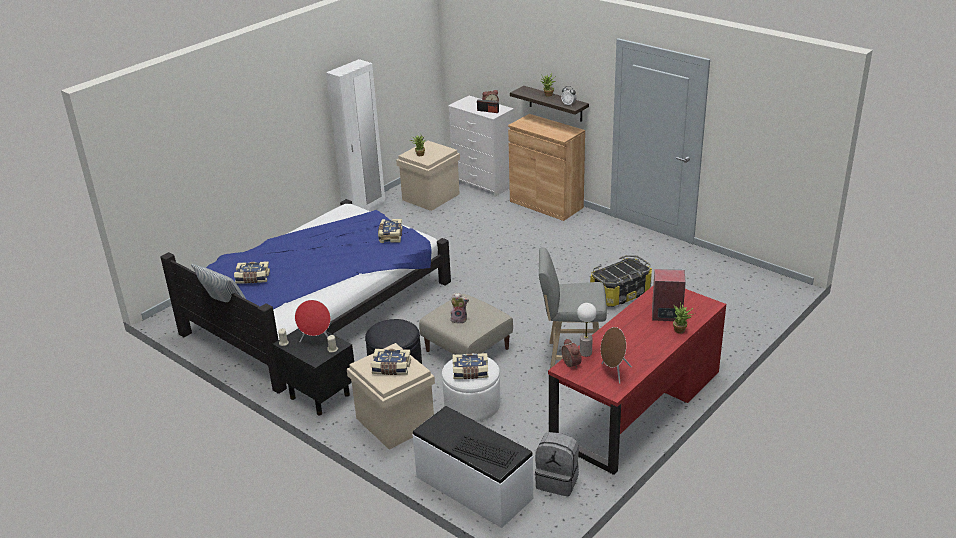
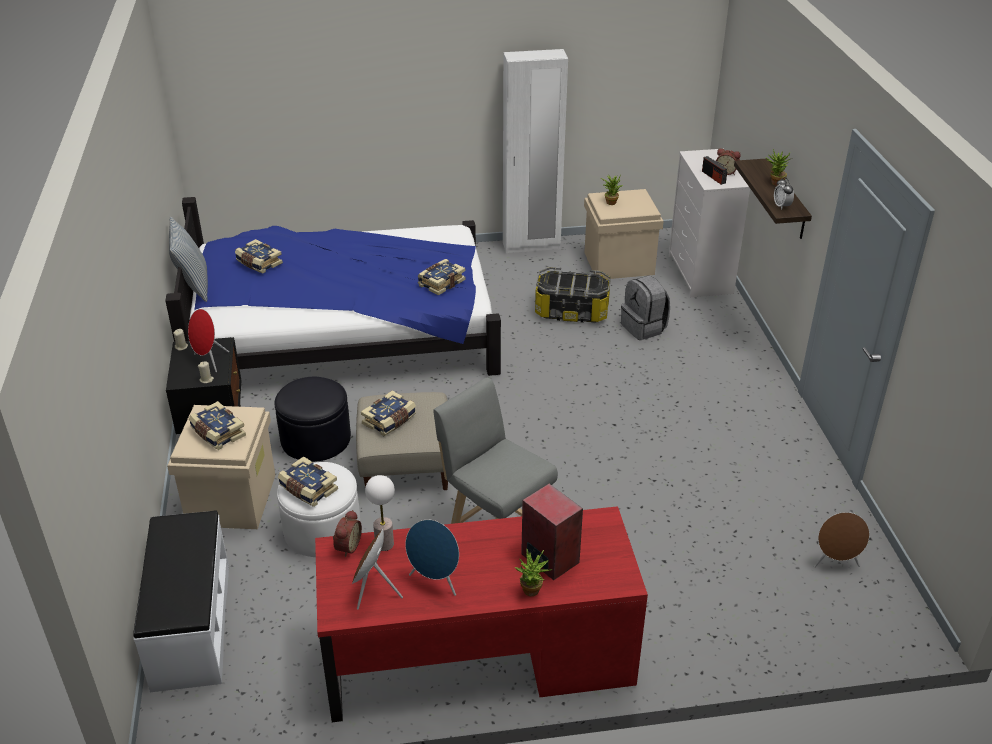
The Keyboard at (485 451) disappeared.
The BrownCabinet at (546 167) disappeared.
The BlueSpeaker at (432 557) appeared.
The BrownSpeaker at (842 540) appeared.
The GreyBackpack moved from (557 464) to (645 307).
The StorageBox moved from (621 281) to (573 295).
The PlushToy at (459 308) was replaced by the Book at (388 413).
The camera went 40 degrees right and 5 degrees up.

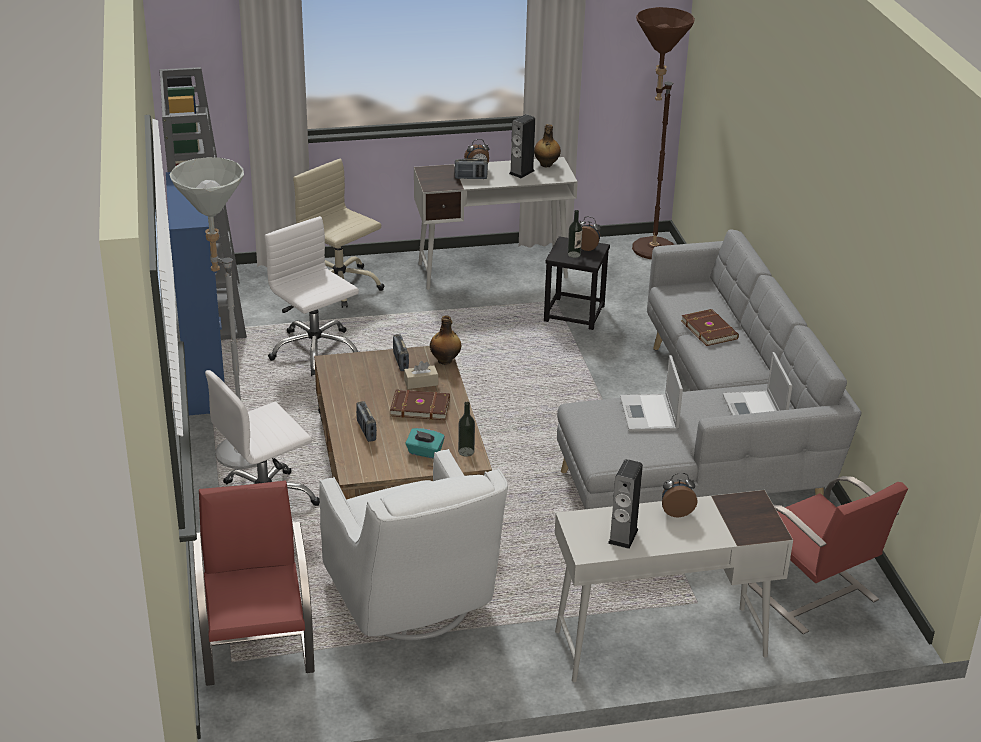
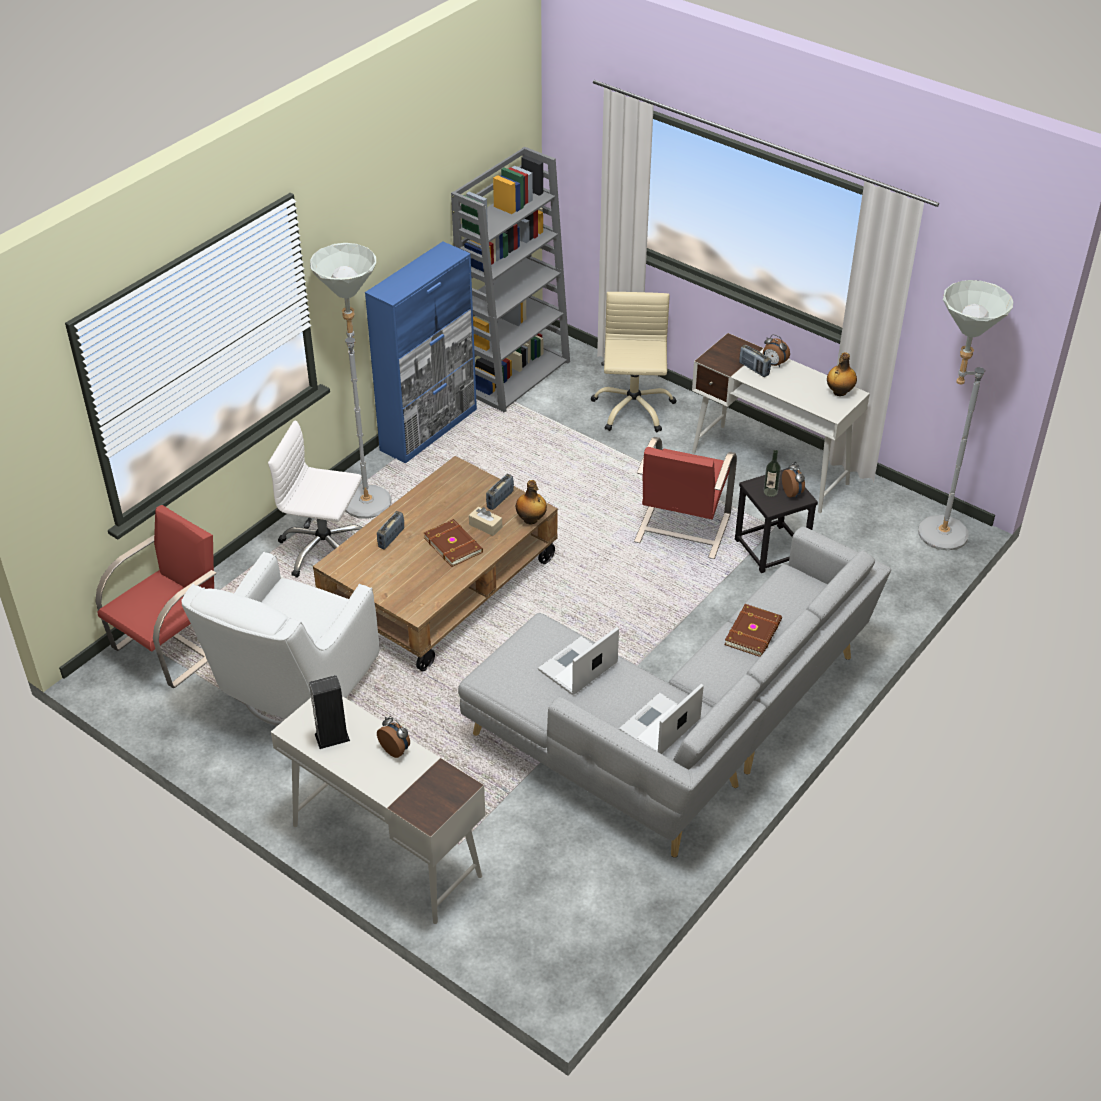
The WhiteOfficeChair at (312 296) disappeared.
The TurquoiseTissueBox at (425 443) disappeared.
The Bottle at (466 429) disappeared.
The Speaker at (522 146) disappeared.
The RedChair moved from (828 555) to (685 498).
The BrownFloorLamp at (663 133) became the GreyFloorLamp at (965 415).
The camera went 50 degrees right and 10 degrees up.

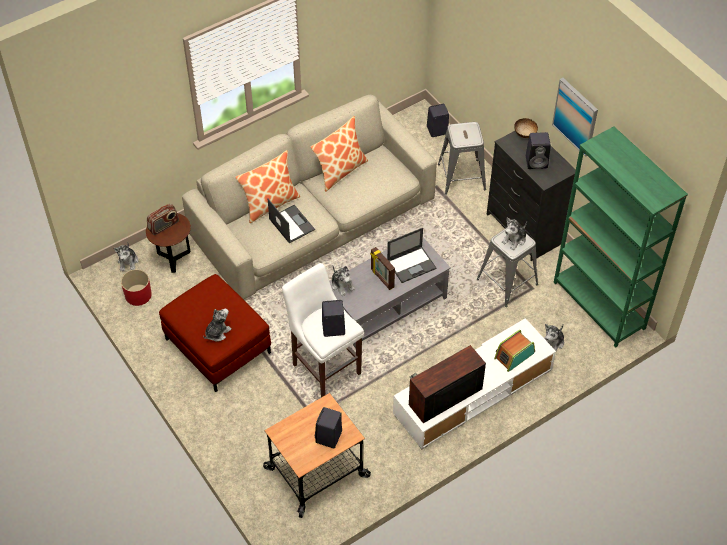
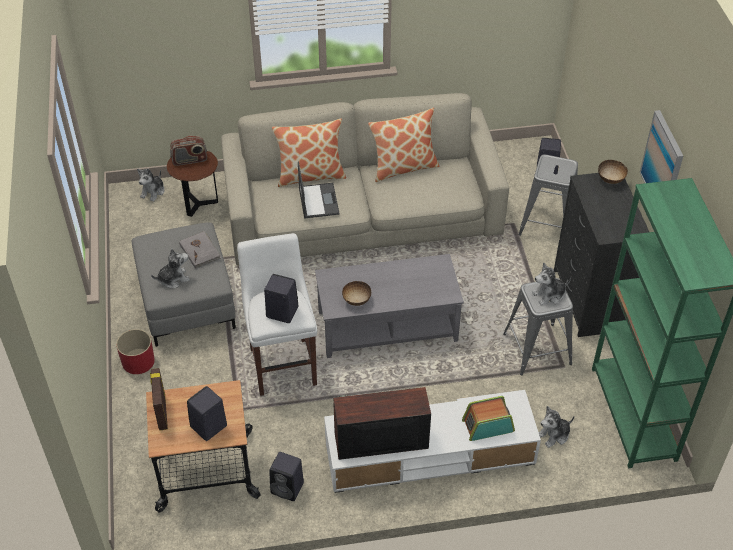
The PlushToy at (343 281) disappeared.
The Laptop at (411 255) disappeared.
The GreyBook at (200 250) appeared.
The Bowl at (356 293) appeared.
The RedPlanter moved from (136 287) to (135 351).
The PictureFrame moved from (382 268) to (159 399).
The BlackSpeaker moved from (538 150) to (287 476).
The RedOttoman at (215 333) became the GreyOttoman at (184 284).
The camera went 25 degrees right and 5 degrees down.

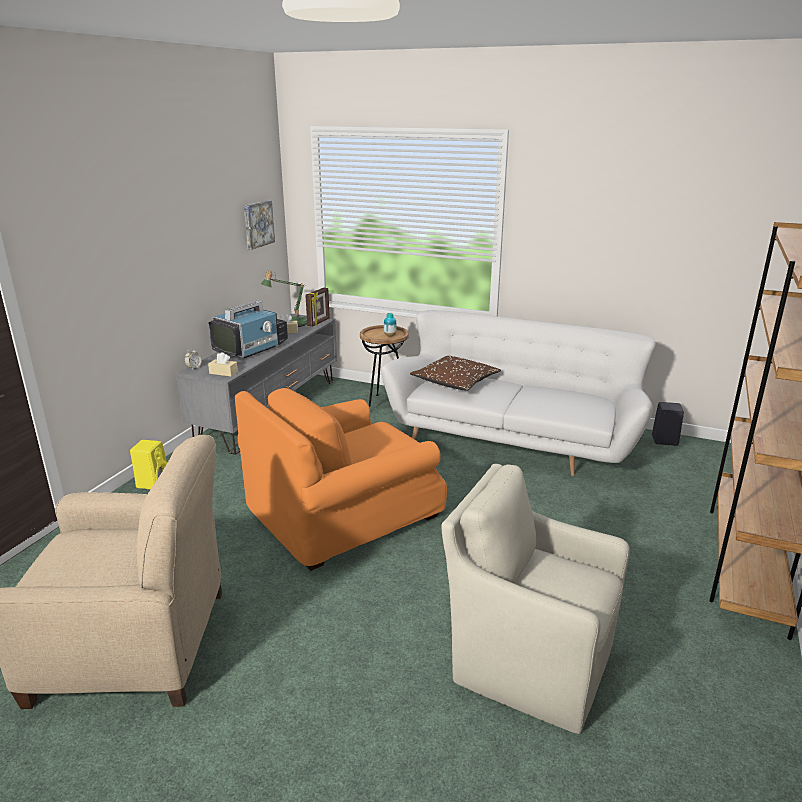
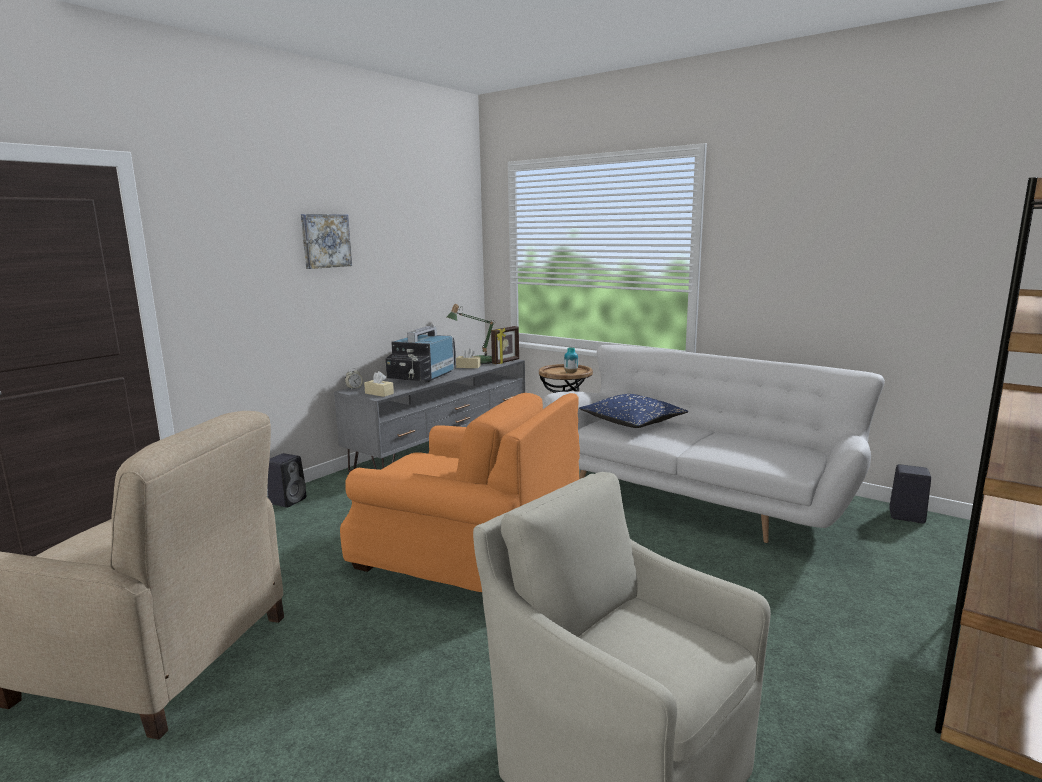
The Picture moved from (259 225) to (326 241).
The YellowSpeaker at (148 464) became the BlackSpeaker at (286 480).
The BrownPillow at (455 373) became the BluePillow at (633 411).
The Television at (248 329) turned 150 degrees clockwise.
The OrangeArmchair at (341 479) turned 135 degrees counterclockwise.
The camera went 15 degrees right and 10 degrees down.

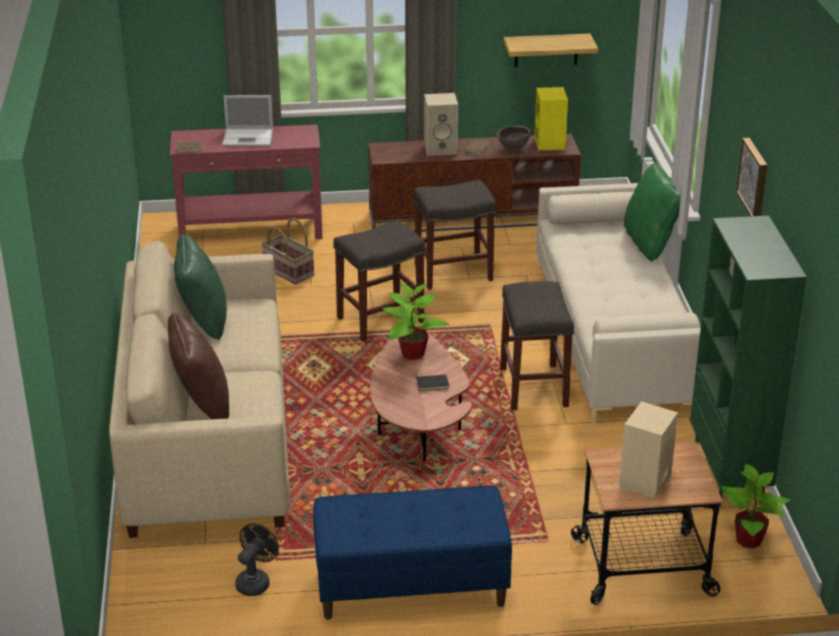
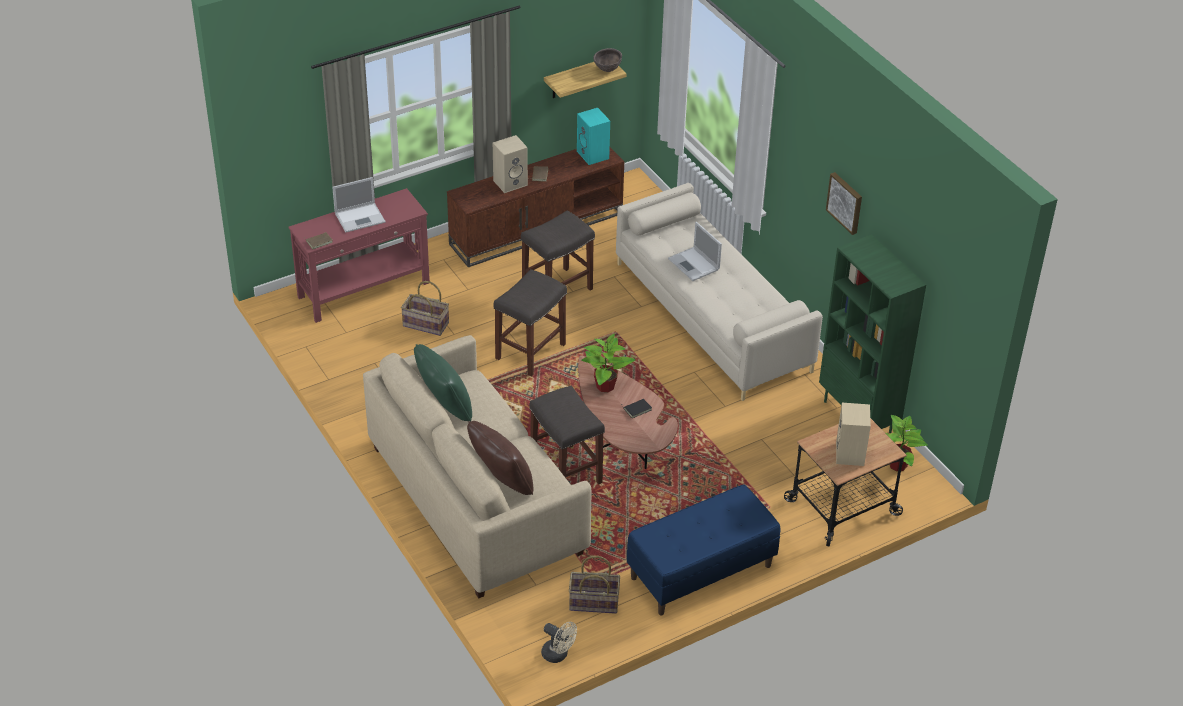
The GreenPillow at (652 211) disappeared.
The BeigeFan at (559 642) appeared.
The Laptop at (695 251) appeared.
The BrownBowl moved from (513 138) to (607 60).
The GreyStool moved from (537 345) to (567 435).
The BlackFan at (257 559) was replaced by the Basket at (594 585).
The YellowSpeaker at (551 118) became the TurquoiseSpeaker at (593 136).
The camera went 25 degrees left and 10 degrees up.

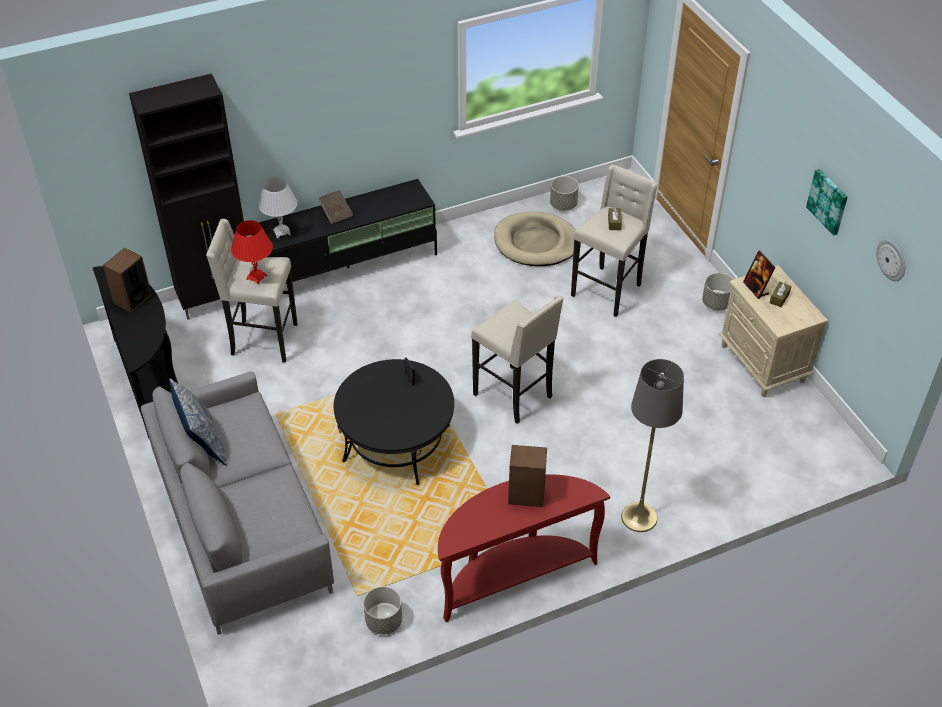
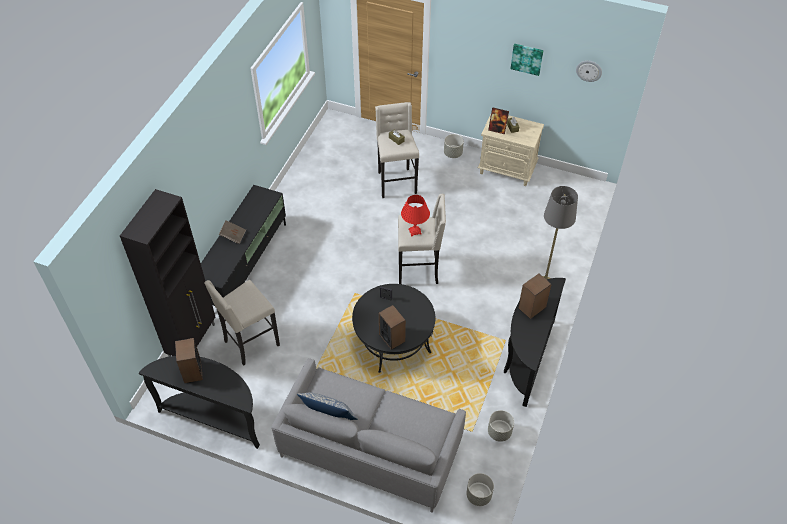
The WhiteTableLamp at (278 207) disappeared.
The BeigeDogBed at (535 239) disappeared.
The Speaker at (392 327) appeared.
The RedTableLamp moved from (252 252) to (415 216).
The GreyPlanter moved from (564 193) to (480 489).
The RedConsoleTable at (524 548) became the BlackConsoleTable at (535 342).
The camera went 45 degrees left and 5 degrees up.

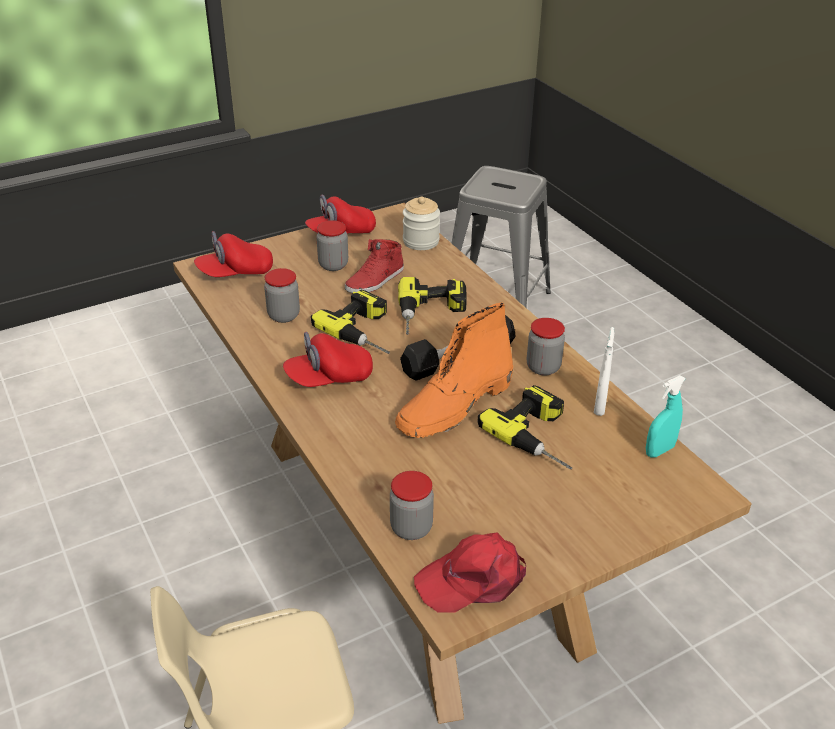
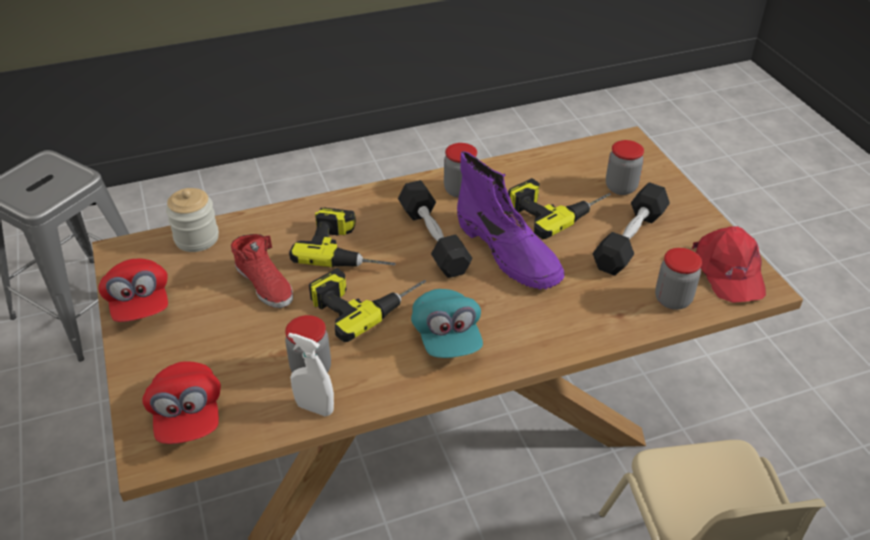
The TurquoiseSprayBottle at (666 416) disappeared.
The BlackDumbbell at (631 229) appeared.
The Jar moved from (332 245) to (625 167).
The WhiteSprayBottle moved from (604 371) to (311 374).
The RedCap at (328 359) became the TurquoiseCap at (447 323).
The OrangeBoot at (454 370) became the PurpleBoot at (511 220).
The camera went 80 degrees left and 5 degrees up.

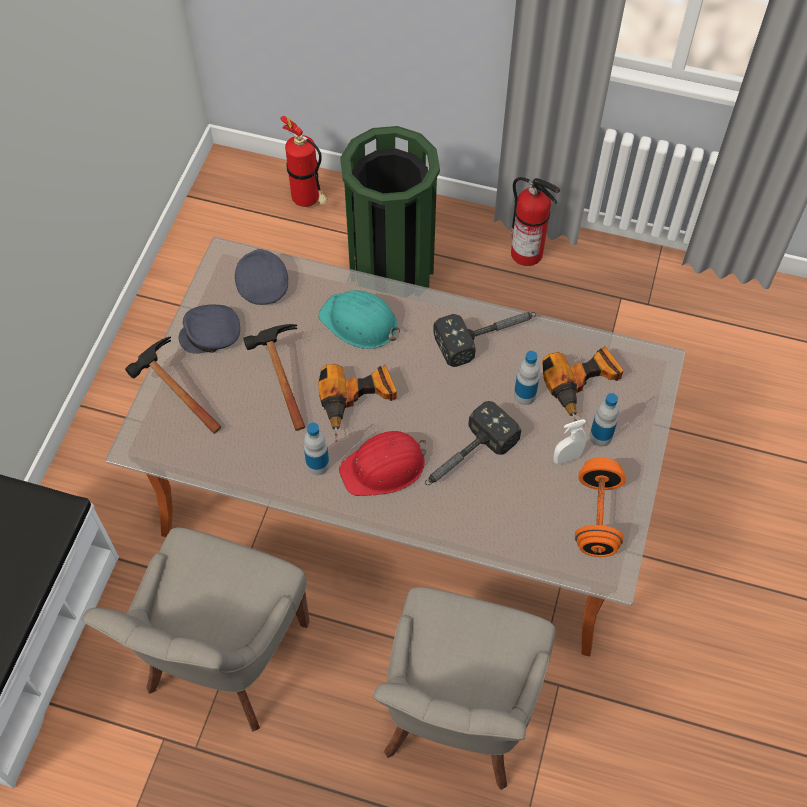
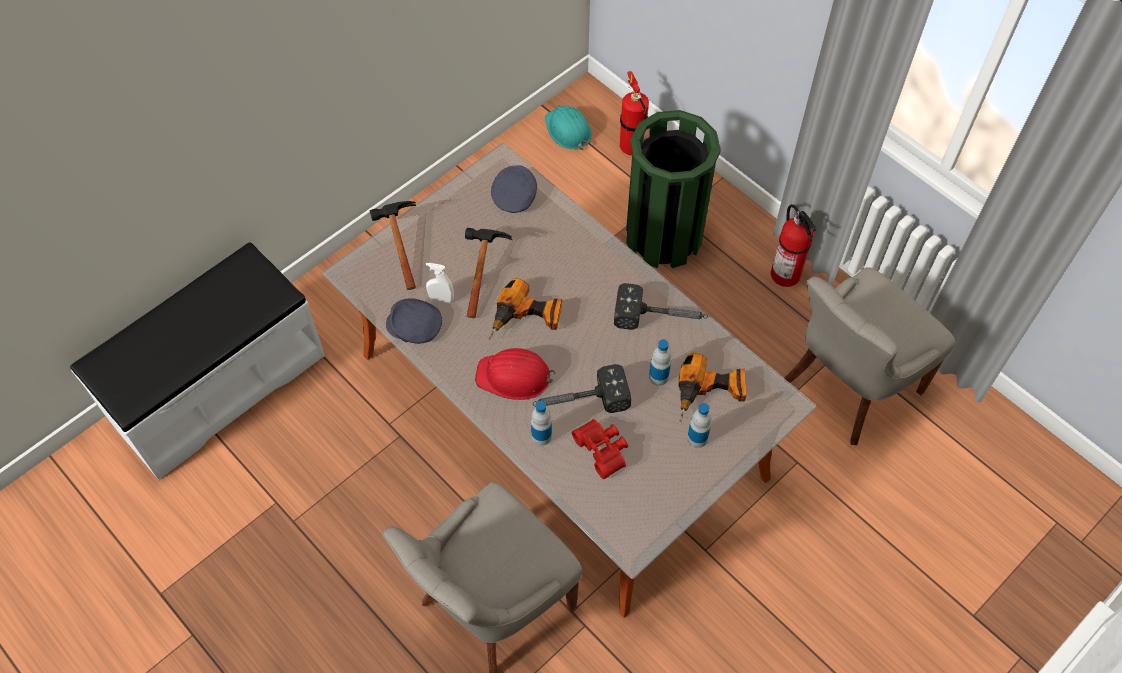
The OrangeDumbbell at (600 507) disappeared.
The RedBinoculars at (600 449) appeared.
The GreyChair moved from (195 629) to (869 356).
The GreyCap moved from (209 329) to (414 321).
The Bottle moved from (316 448) to (541 423).
The TurquoiseHardHat moved from (359 319) to (568 127).
The WhiteSprayBottle moved from (569 442) to (440 283).
The camera went 30 degrees right and 0 degrees up.

